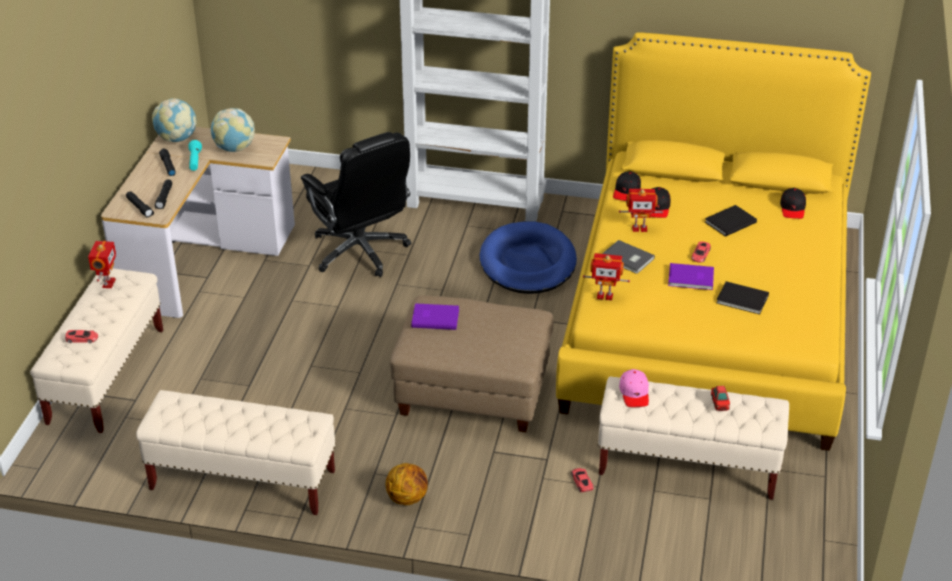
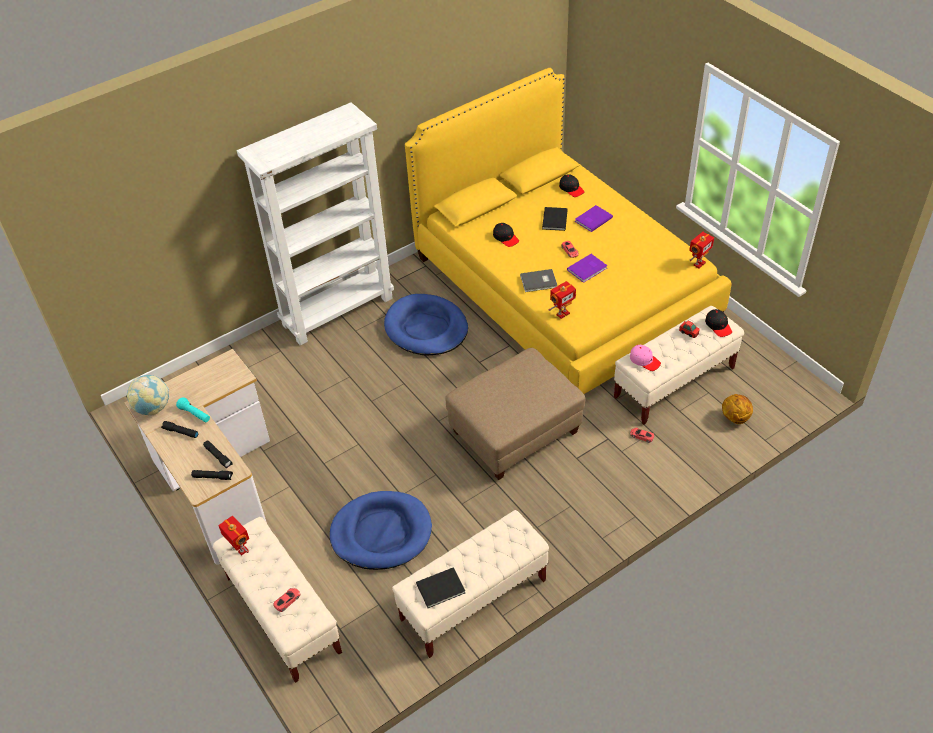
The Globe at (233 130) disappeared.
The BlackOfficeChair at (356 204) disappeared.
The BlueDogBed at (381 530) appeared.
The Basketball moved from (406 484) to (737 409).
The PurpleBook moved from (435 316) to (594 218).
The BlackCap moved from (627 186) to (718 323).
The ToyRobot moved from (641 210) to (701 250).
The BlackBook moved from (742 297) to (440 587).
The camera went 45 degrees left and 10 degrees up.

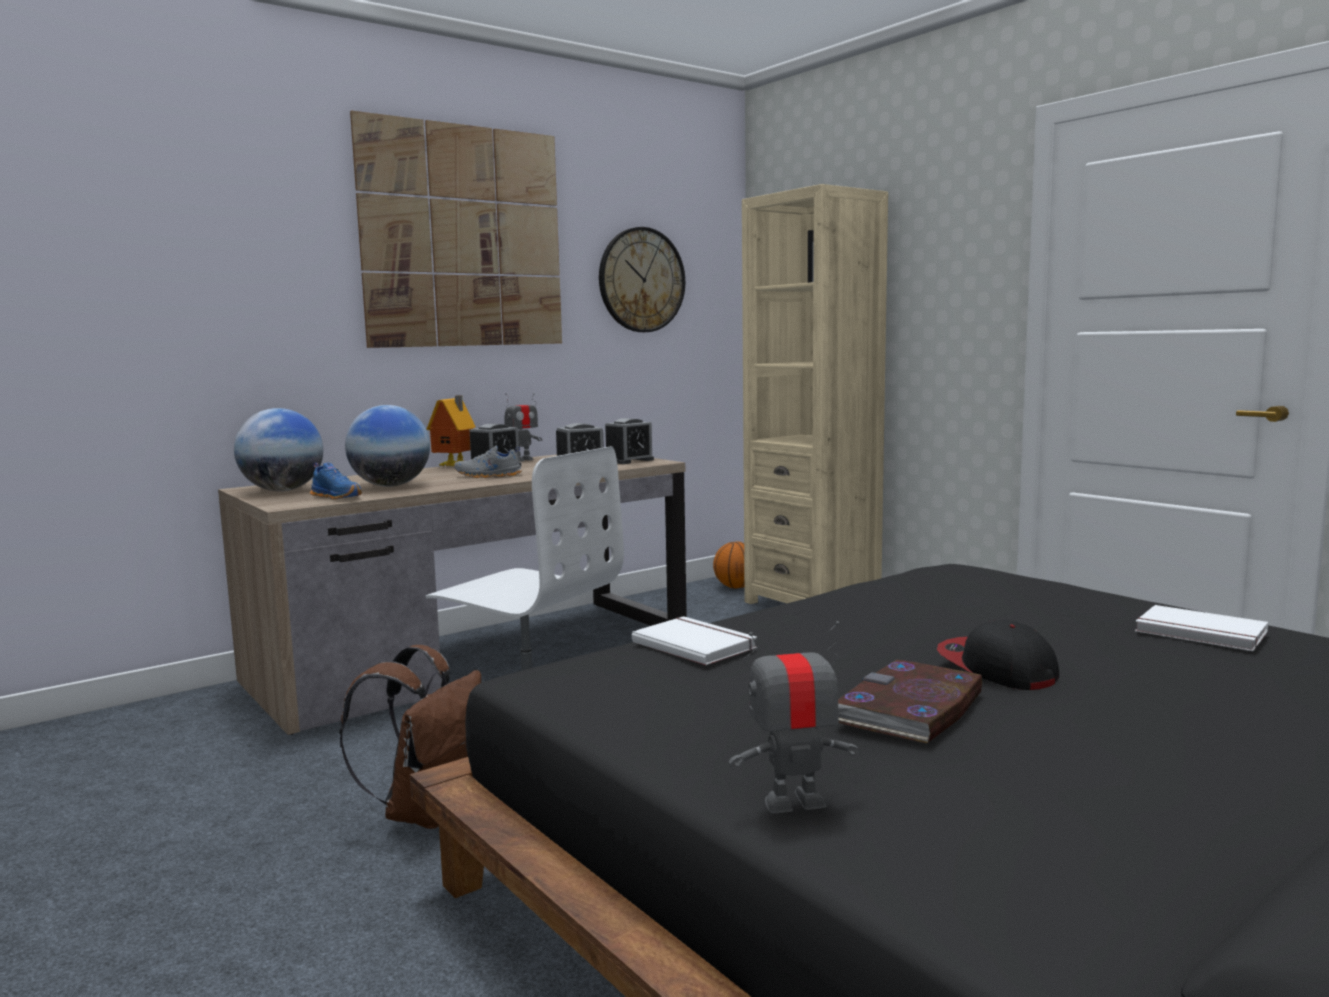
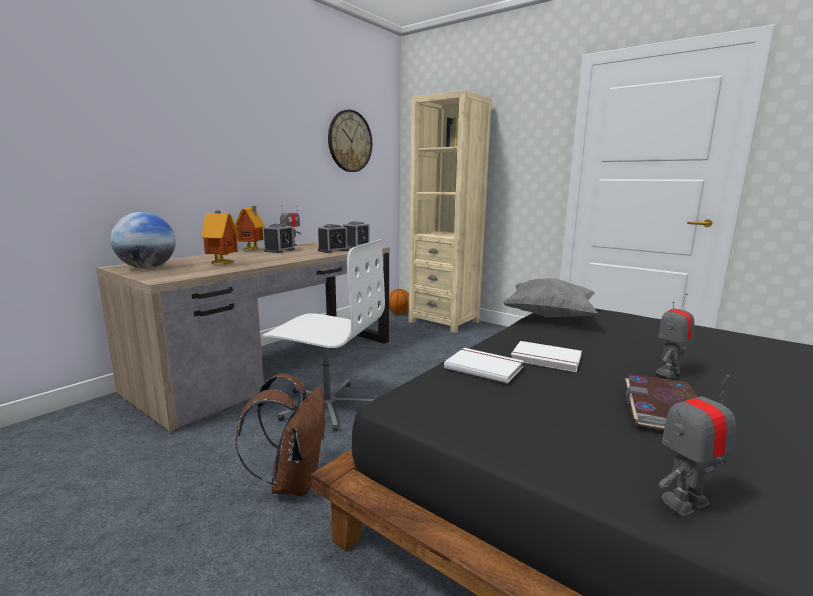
The BlueShoe at (336 481) disappeared.
The Picture at (456 229) disappeared.
The GreyShoe at (488 461) disappeared.
The GreyPillow at (550 298) appeared.
The WhiteBook moved from (1201 628) to (546 356).
The Globe at (387 446) was replaced by the ToyHouse at (219 237).
The Cap at (998 655) was replaced by the ToyRobot at (675 335).
The camera went 15 degrees left and 5 degrees up.

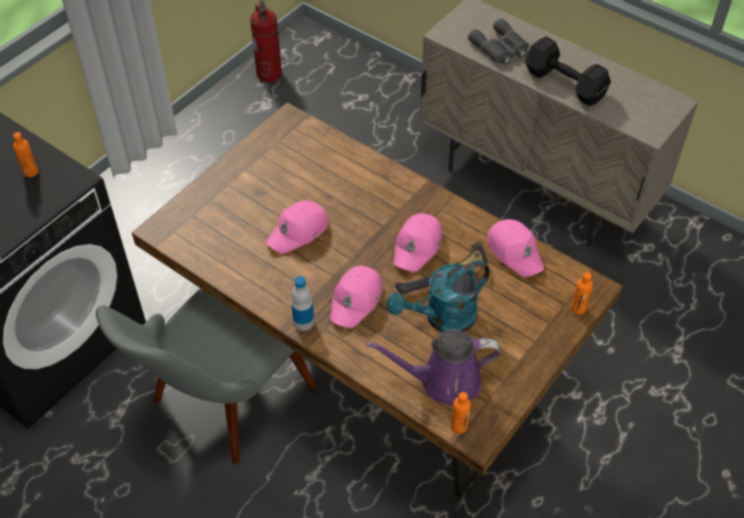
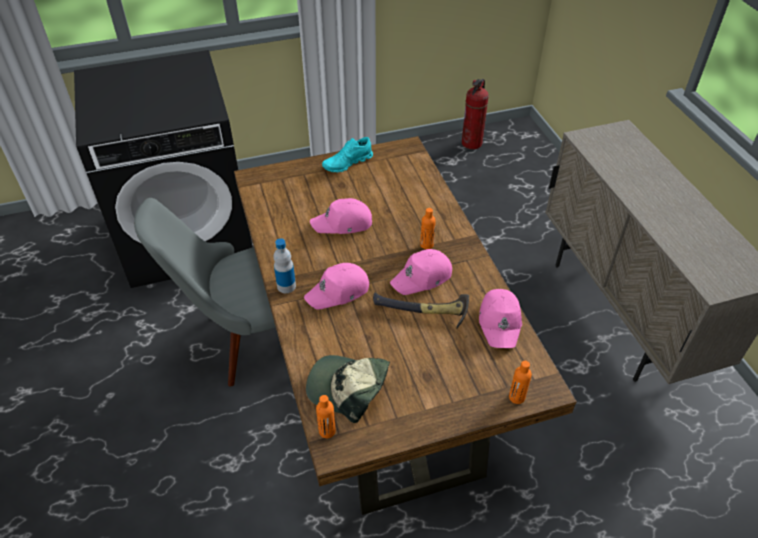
The TurquoiseWateringCan at (438 296) disappeared.
The GreyBinoculars at (498 41) disappeared.
The BlackDumbbell at (568 71) disappeared.
The TurquoiseShoe at (347 155) appeared.
The OrangeBottle moved from (26 154) to (428 228).
The PurpleWateringCan at (433 368) was replaced by the Cap at (348 389).
The camera went 35 degrees right and 5 degrees down.

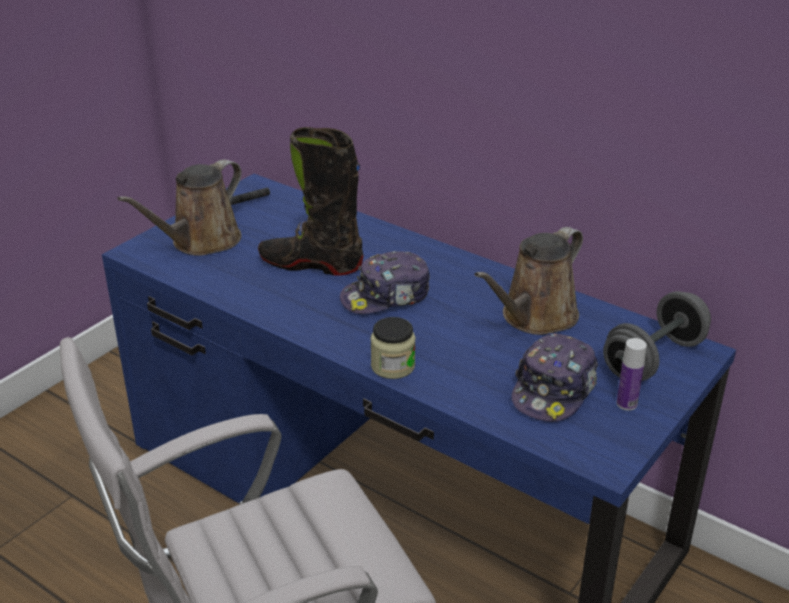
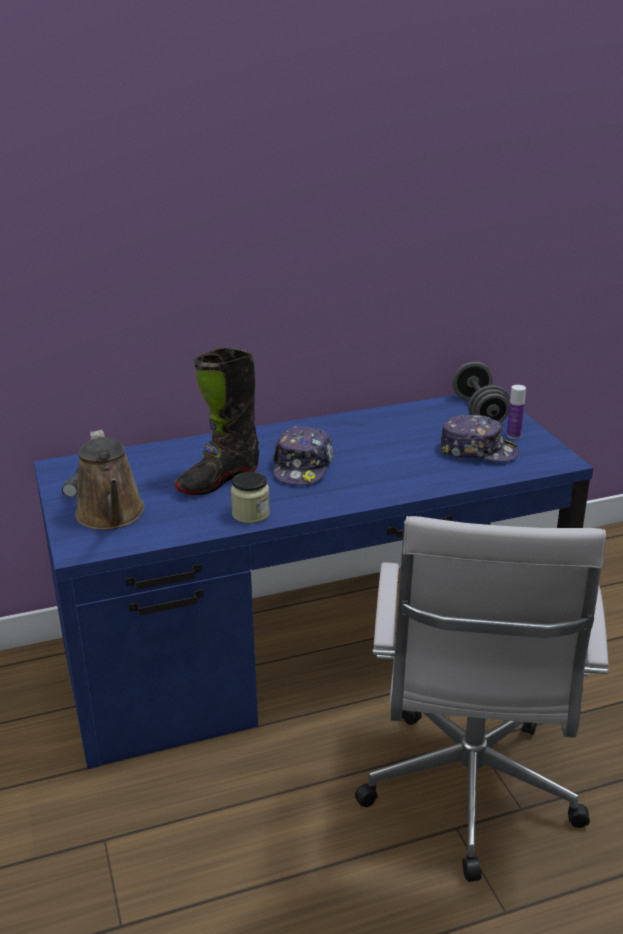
The BrownWateringCan at (528 281) disappeared.
The Jar moved from (393 348) to (250 498).
The Cap at (554 378) turned 45 degrees counterclockwise.
The camera went 55 degrees left and 5 degrees down.

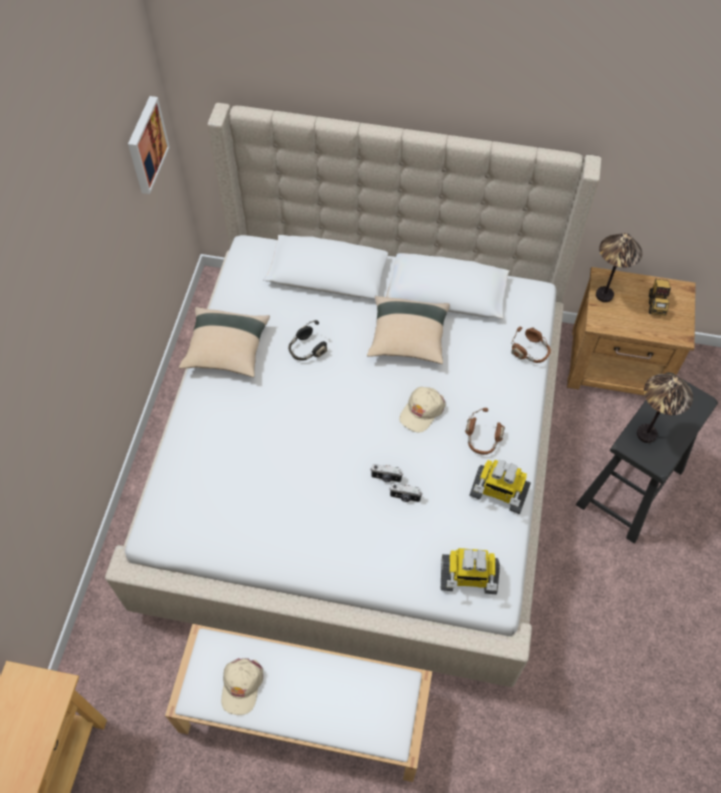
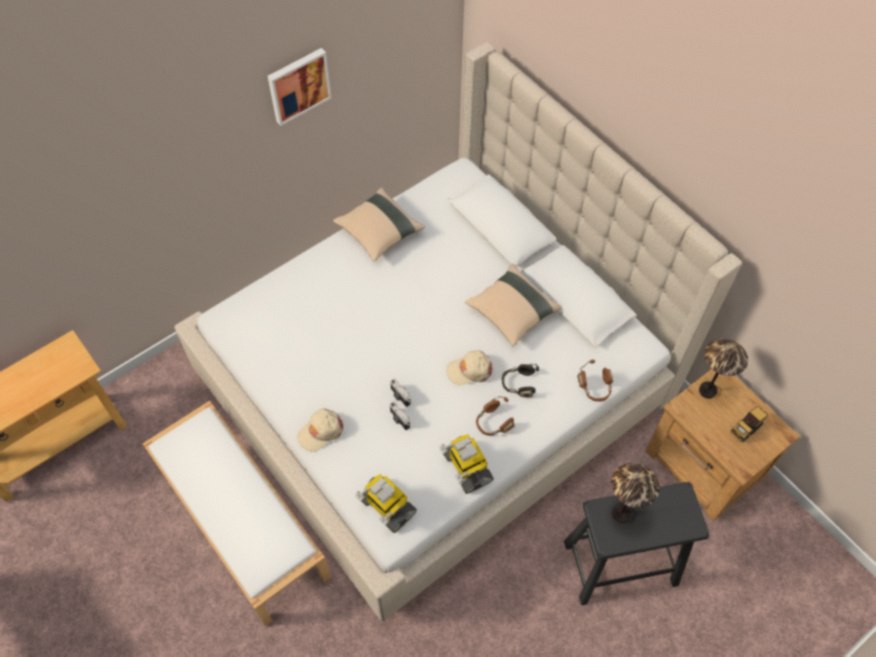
The Picture moved from (149 145) to (299 87).
The BeigeCap moved from (242 686) to (320 430).
The BlackHeadphones moved from (307 340) to (520 380).
The camera went 40 degrees right and 0 degrees up.

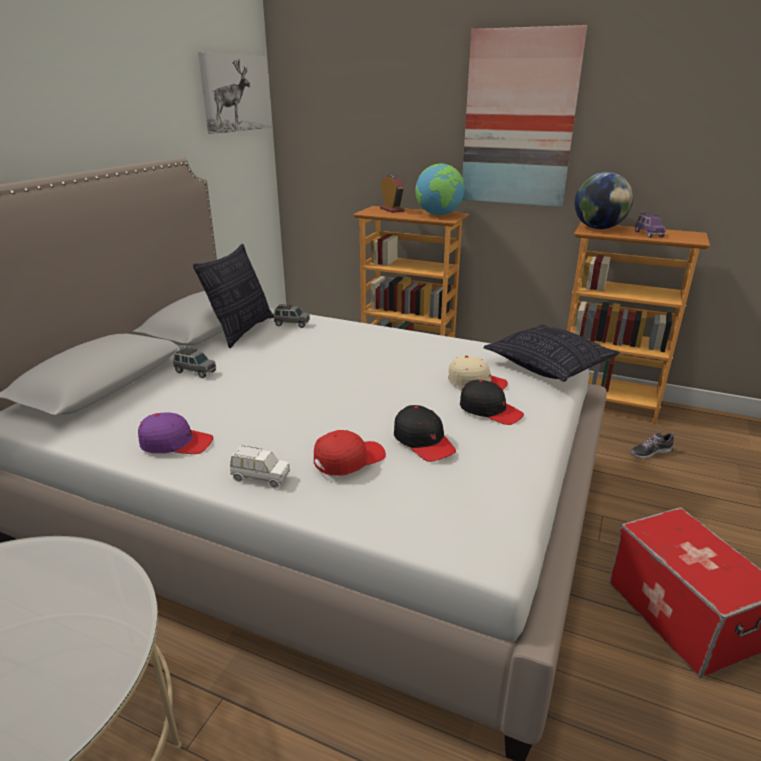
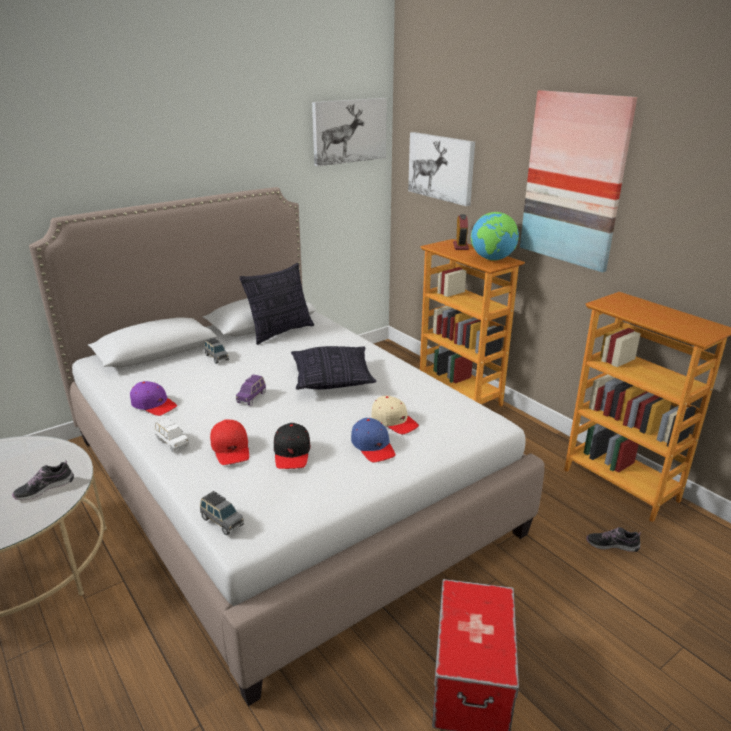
The Globe at (604 200) disappeared.
The Shoe at (43 480) appeared.
The Picture at (441 169) appeared.
The GreyToyCar moved from (291 316) to (222 513).
The Pillow moved from (551 353) to (333 368).
The PurpleToyCar moved from (650 225) to (251 390).
The BlackCap at (492 402) became the BlueCap at (373 440).
The RedCap at (350 453) turned 75 degrees clockwise.
The camera went 30 degrees right and 0 degrees up.

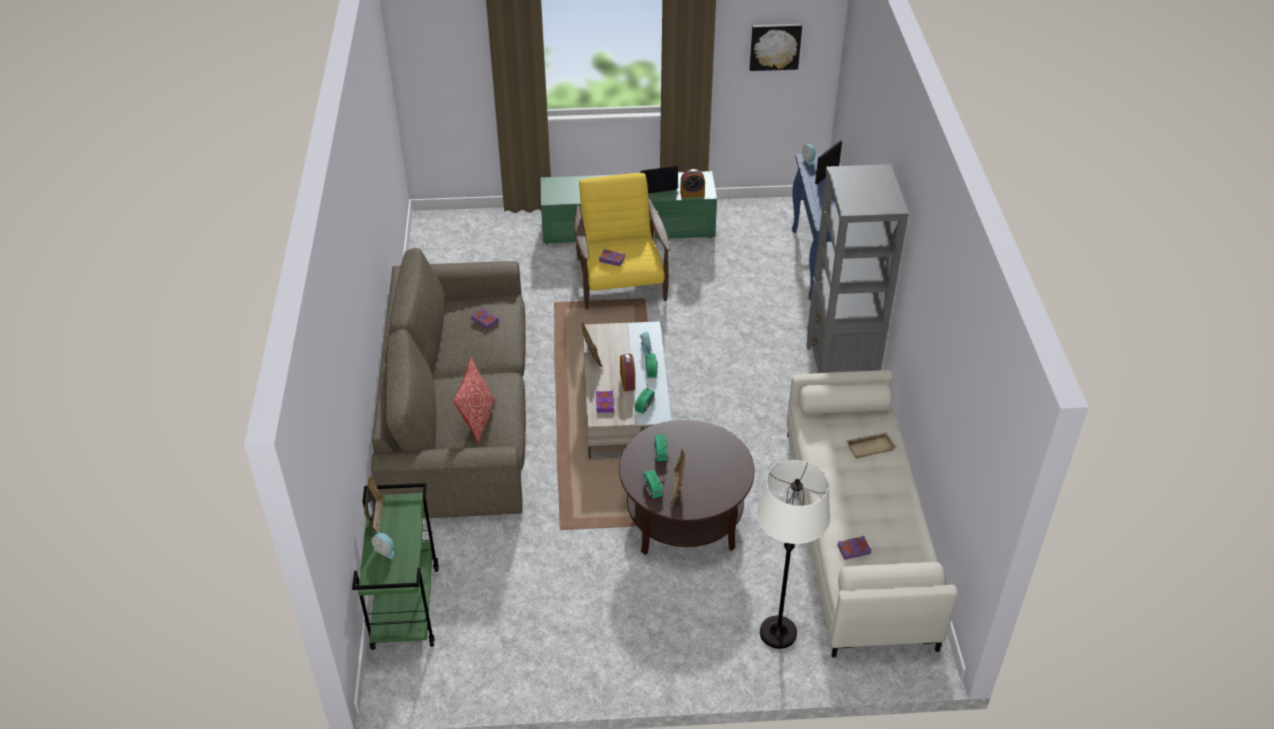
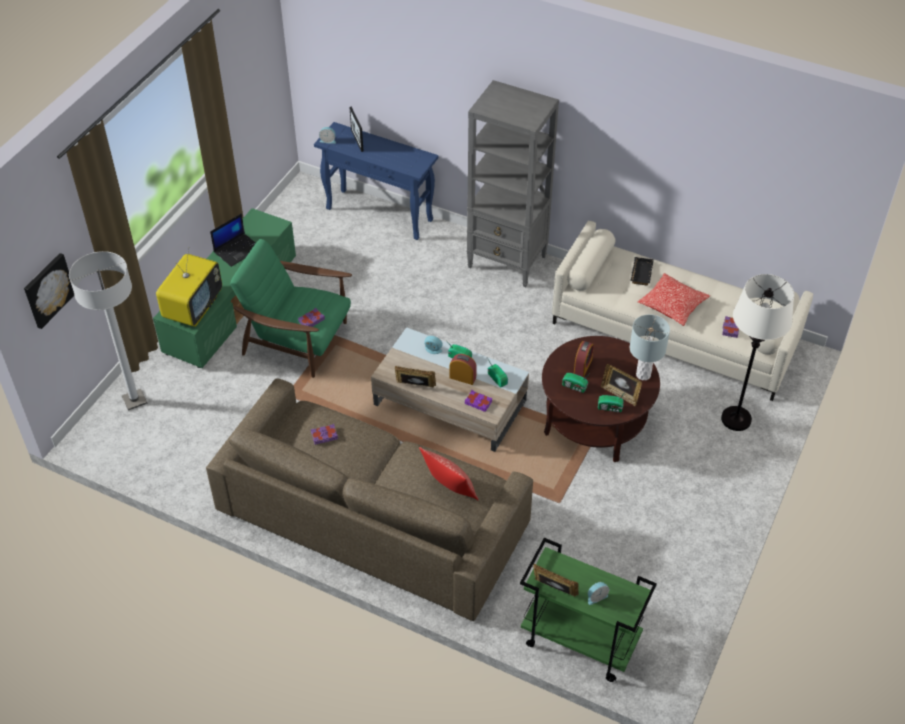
The WhiteFloorLamp at (108 331) appeared.
The Television at (189 287) appeared.
The GreyTableLamp at (650 347) appeared.
The Pillow at (674 299) appeared.
The AlarmClock moved from (692 183) to (584 359).
The Picture moved from (776 47) to (49 291).
The YellowArmchair at (622 241) became the GreenArmchair at (291 308).
The BeigeTray at (871 445) became the BlackTray at (642 271).
The Laptop at (659 179) turned 150 degrees counterclockwise.
The camera went 60 degrees left and 5 degrees up.

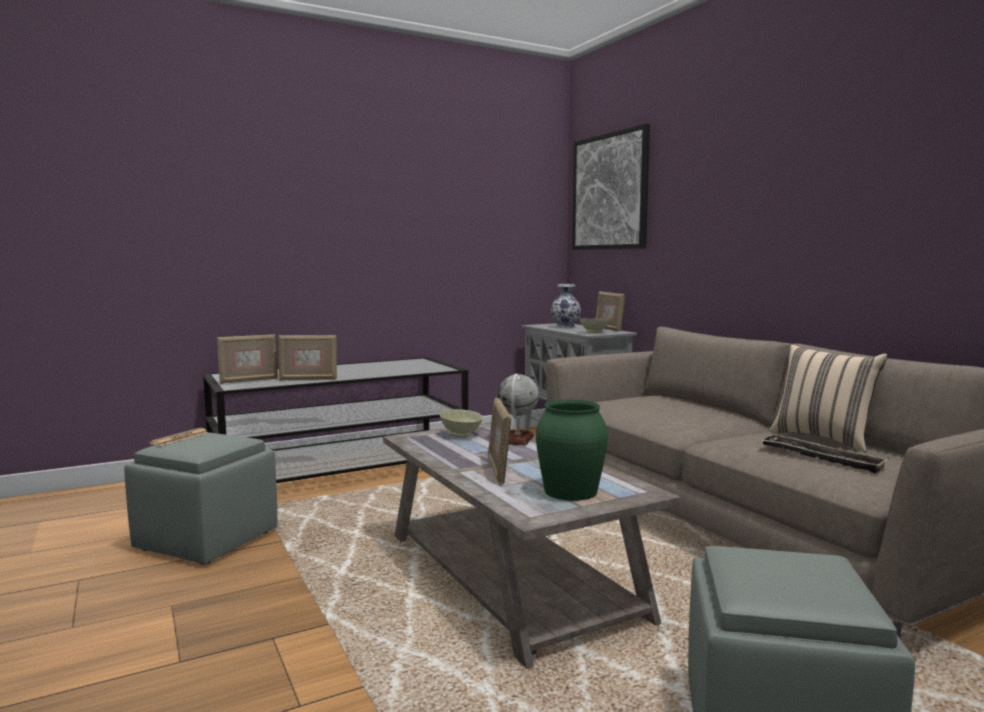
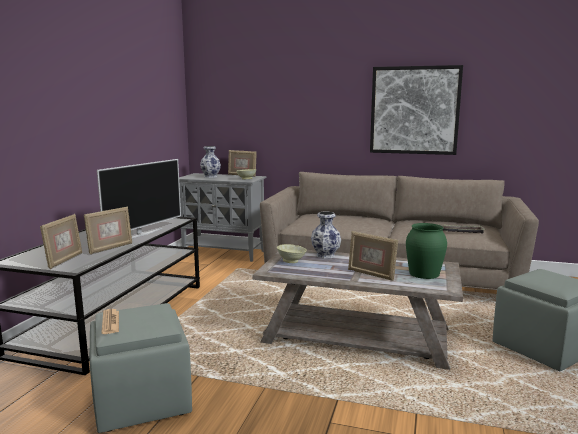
The BeigePillow at (828 398) disappeared.
The Television at (139 198) appeared.
The Picture moved from (611 187) to (416 110).
The Globe at (518 409) was replaced by the Vase at (326 235).
The camera went 45 degrees left and 5 degrees up.

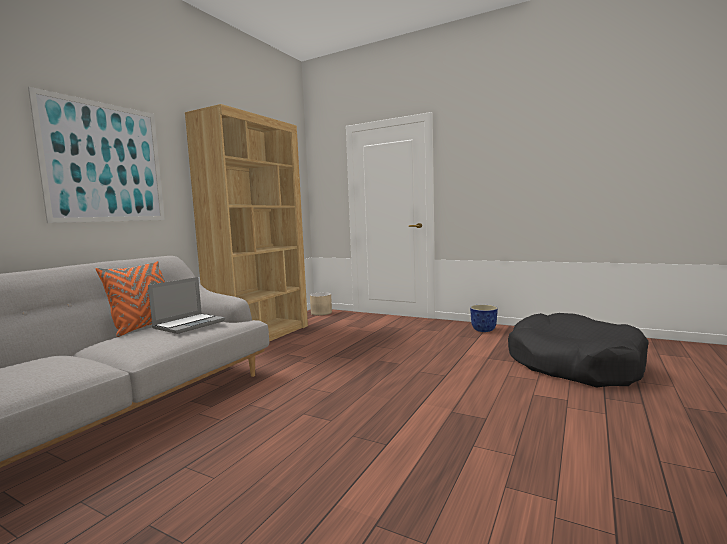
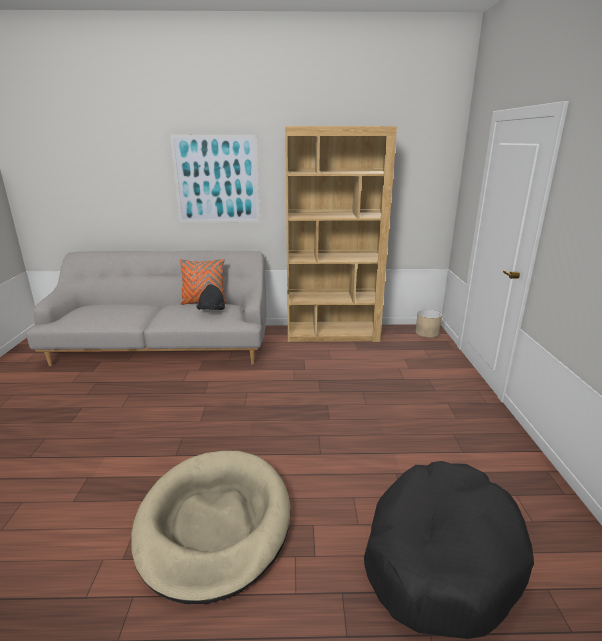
The Planter at (484 318) disappeared.
The BeigeDogBed at (210 527) appeared.
The Laptop at (186 305) was replaced by the BlackHat at (210 297).
The camera went 60 degrees right and 15 degrees up.

